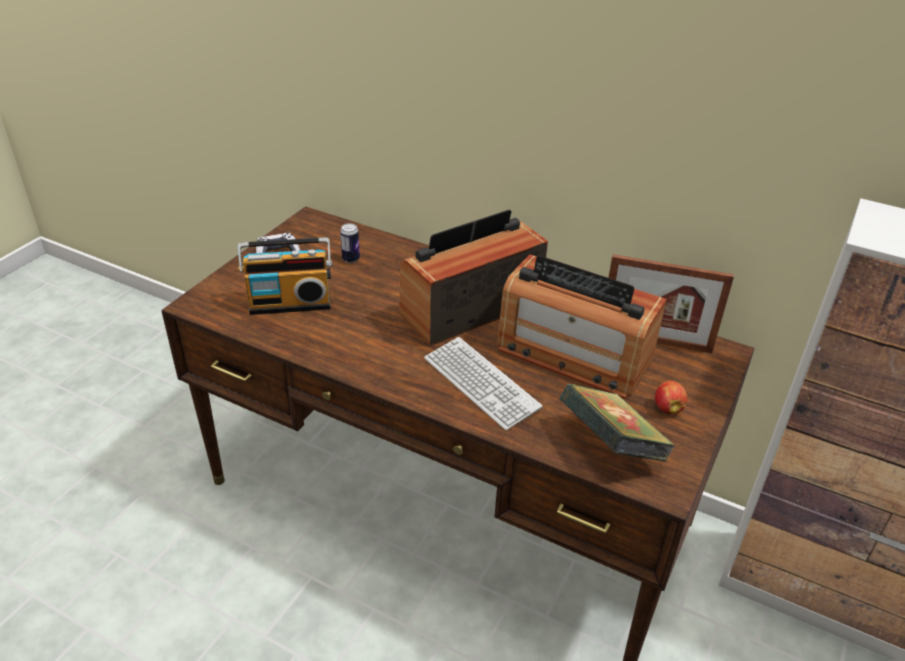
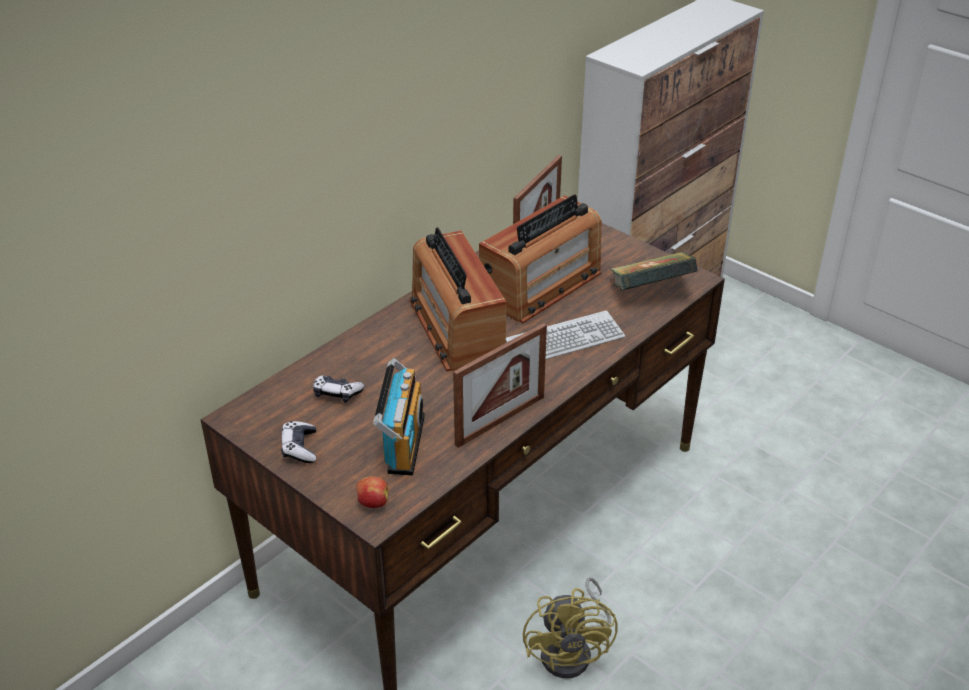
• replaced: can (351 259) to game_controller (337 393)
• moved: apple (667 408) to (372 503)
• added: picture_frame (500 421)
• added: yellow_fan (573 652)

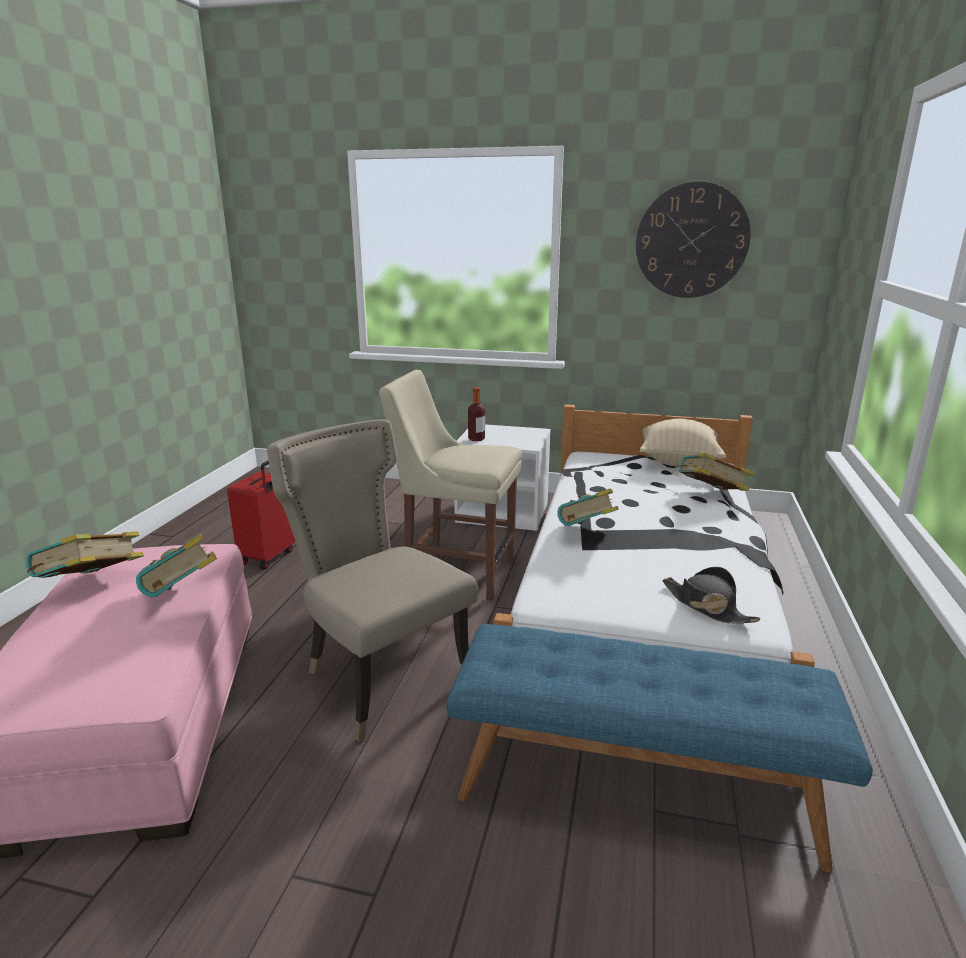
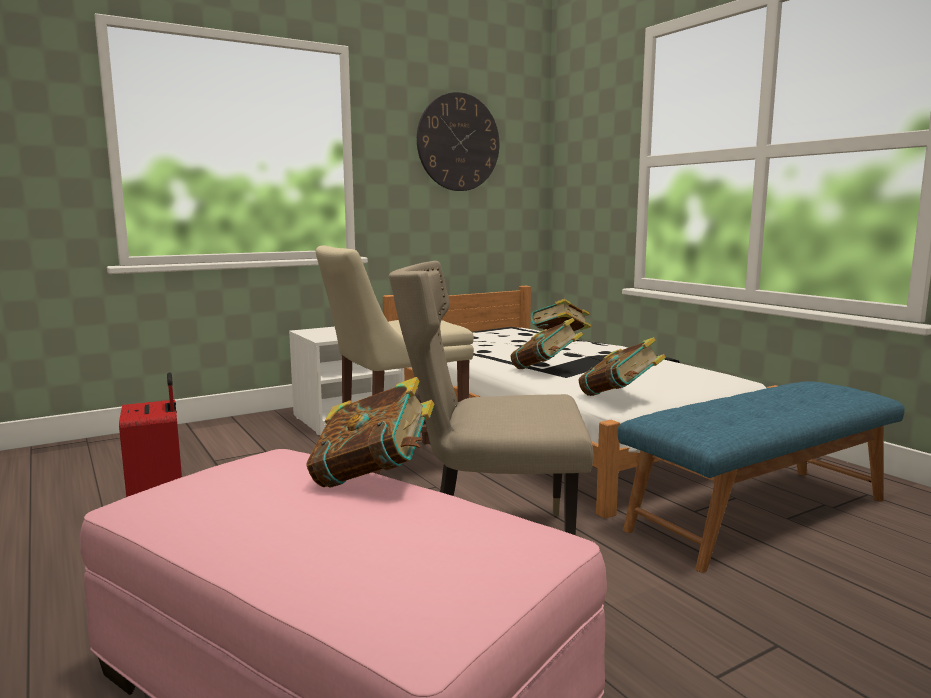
• removed: bottle (476 439)
• removed: beige_pillow (678 462)
• moved: book (92 585) to (619 398)
• removed: black_hat (706 606)

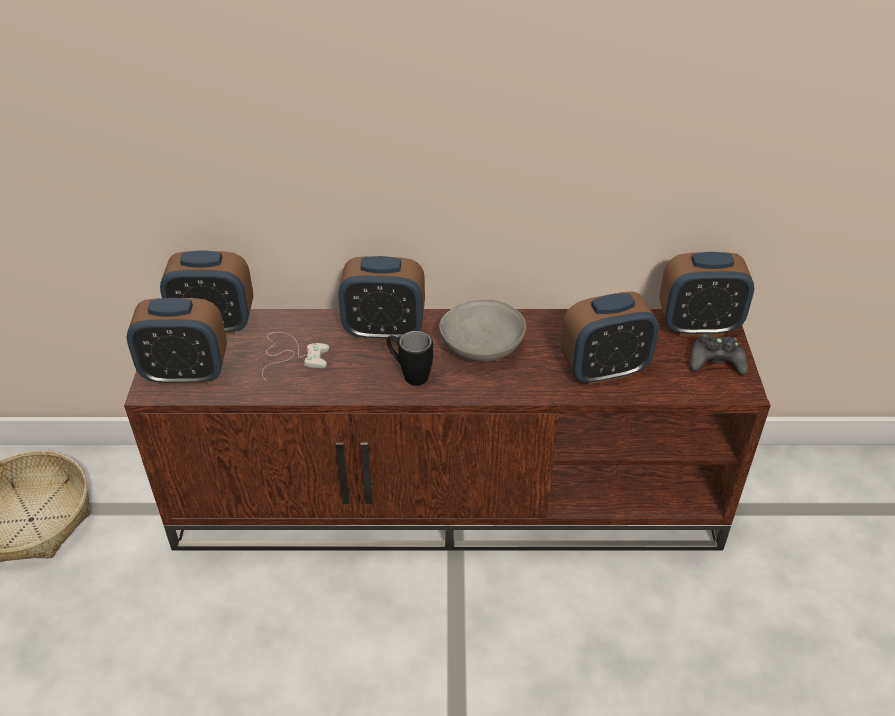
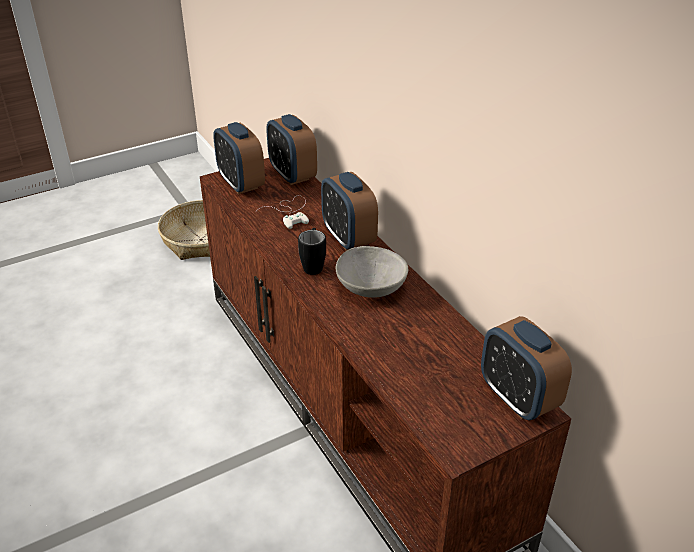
• removed: alarm_clock (604 370)
• removed: black_game_controller (716 361)

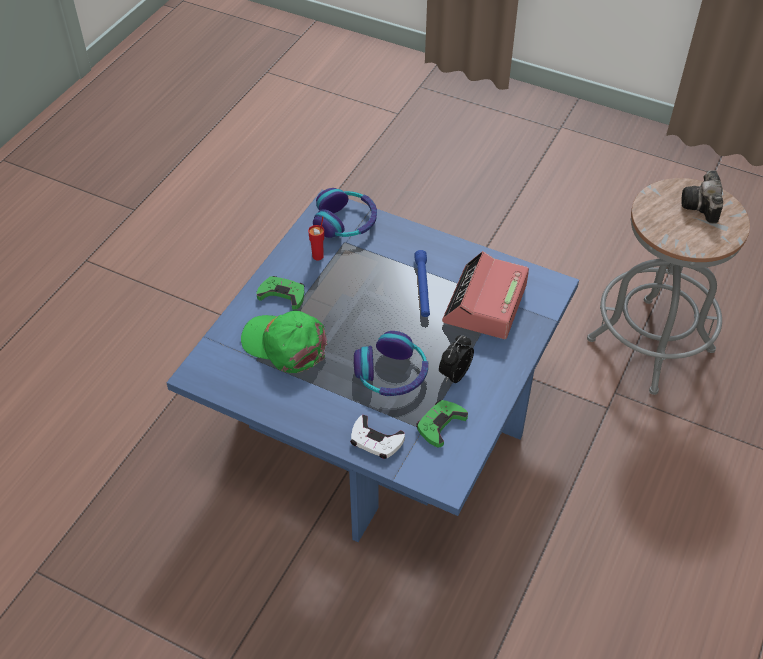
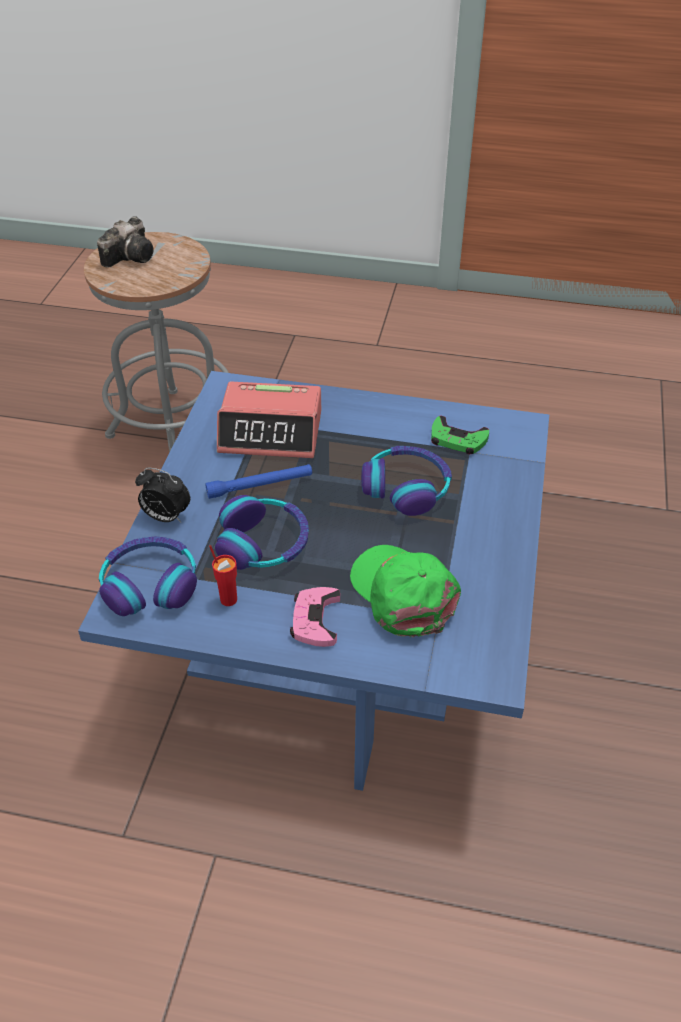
• turned: photo_camera (702 207) = (132 256) 45 degrees counterclockwise
• recoloured: green_game_controller (282 295) to pink_game_controller (315 620)
• turned: green_cap (285 345) = (403 594) 135 degrees clockwise
• moved: alarm_clock (454 374) to (166 517)
• removed: white_game_controller (375 440)
• added: headphones (263 543)

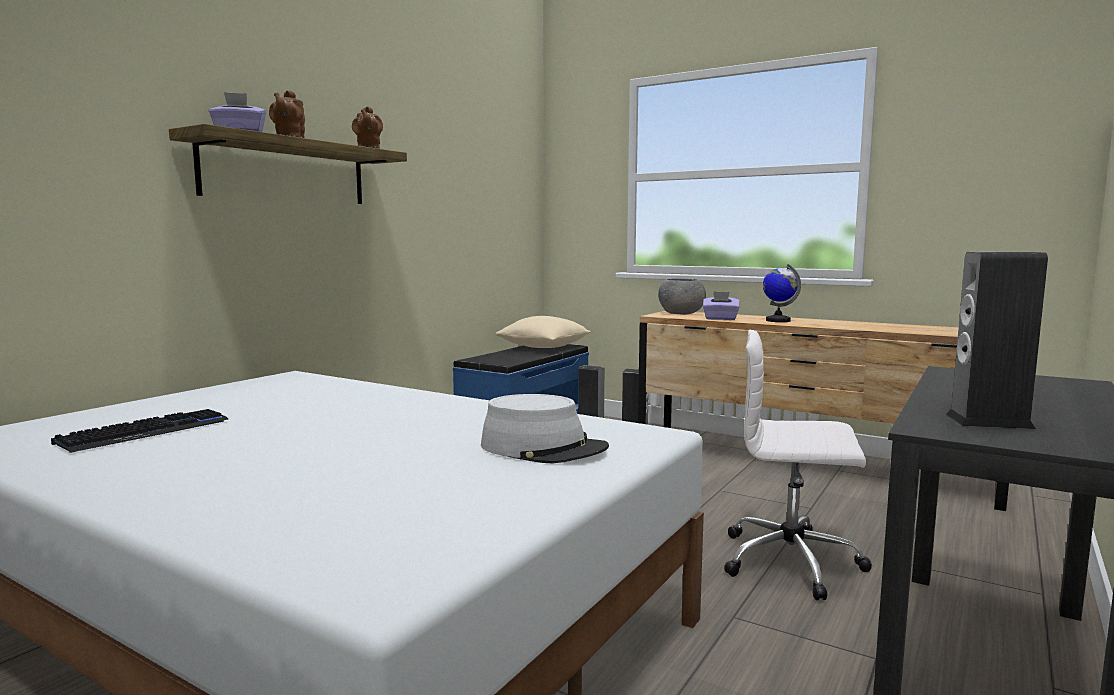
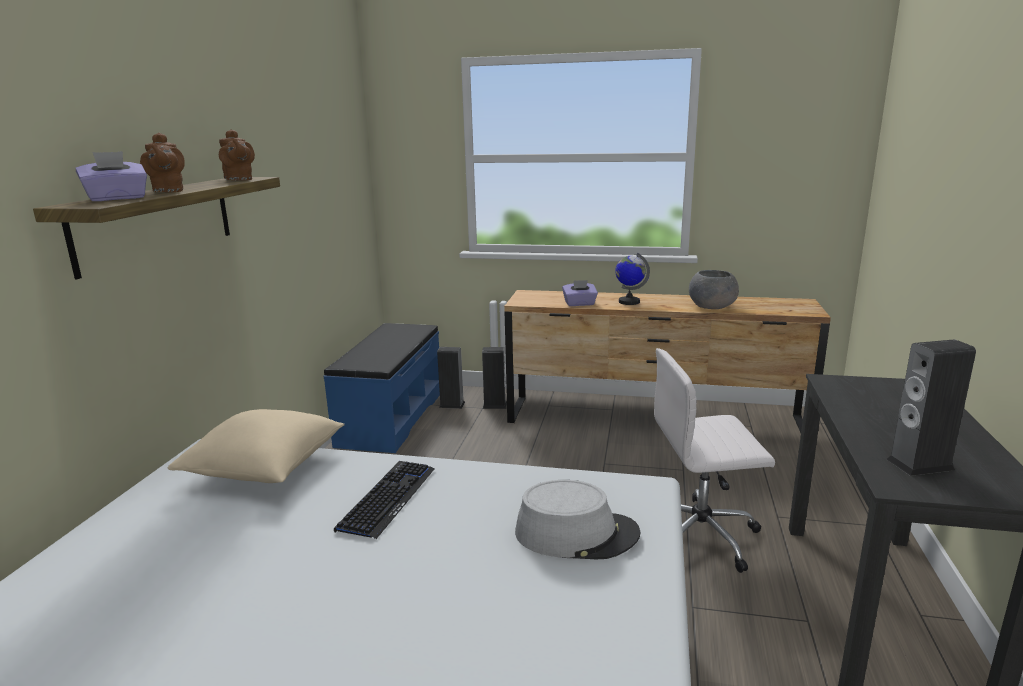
• moved: grey_bowl (681 314) to (712 307)
• moved: beige_pillow (544 348) to (266 468)
• moved: keyboard (145 432) to (388 499)

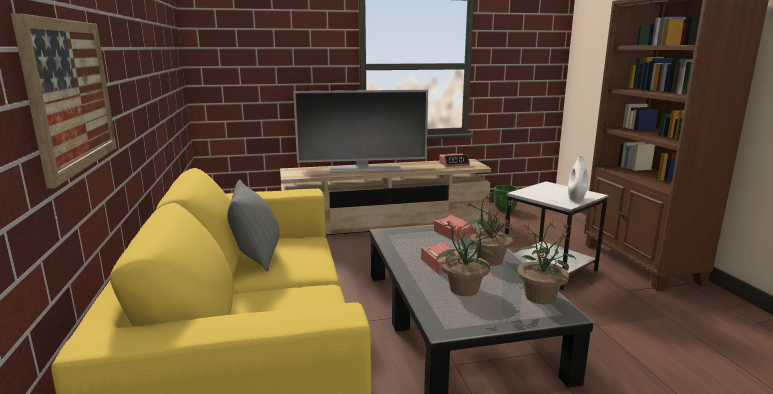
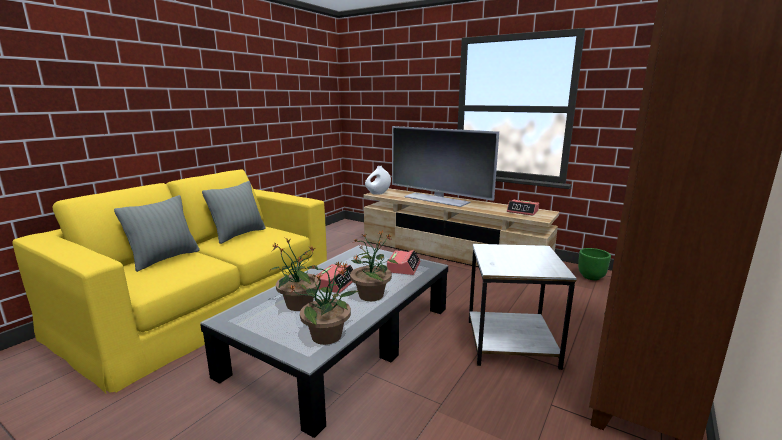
• removed: picture (71 95)
• moved: white_vase (576 199) to (378 193)
• added: grey_pillow (165 259)

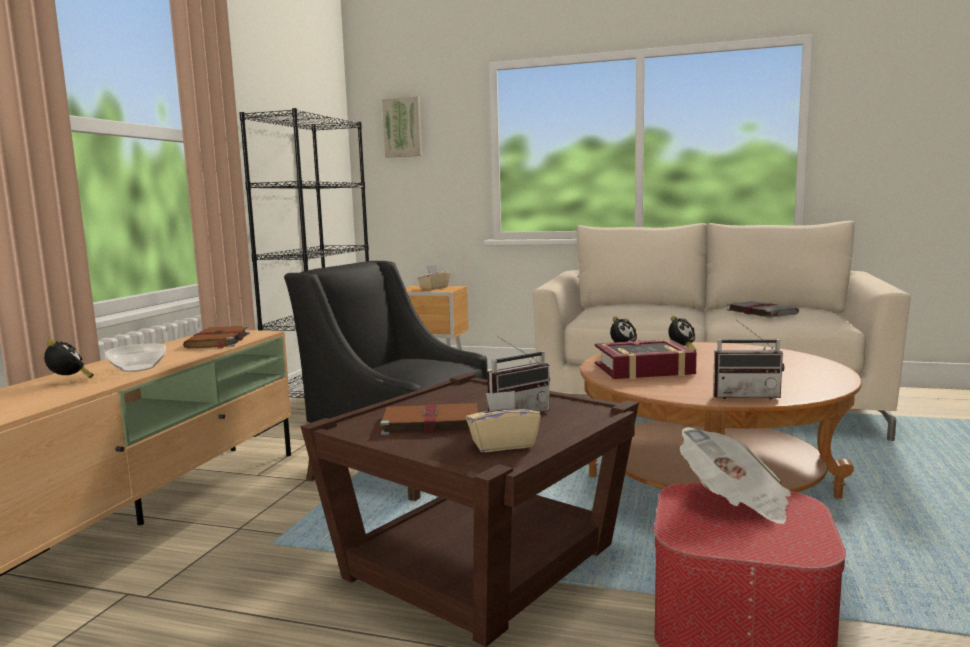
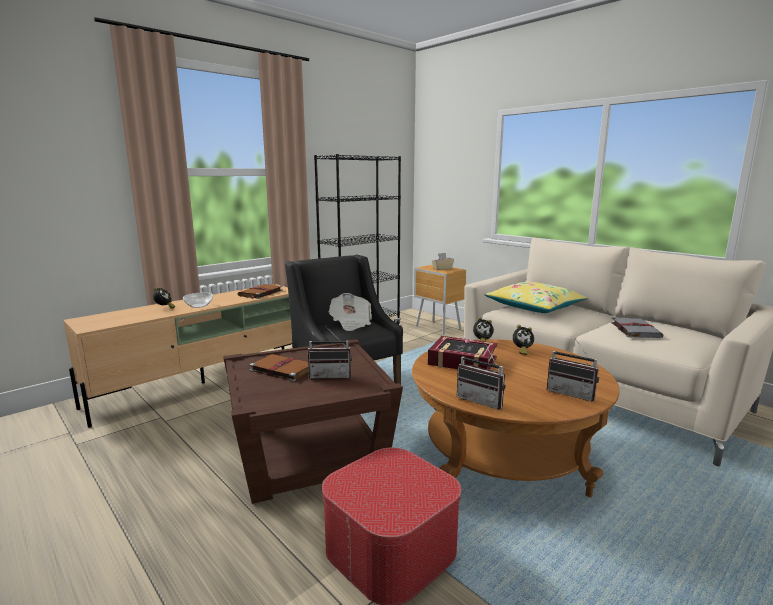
• removed: picture (403 127)
• removed: beige_tissue_box (503 445)
• moved: newspaper (735 502) to (350 323)
• added: yellow_pillow (534 307)
• added: radio (572 393)

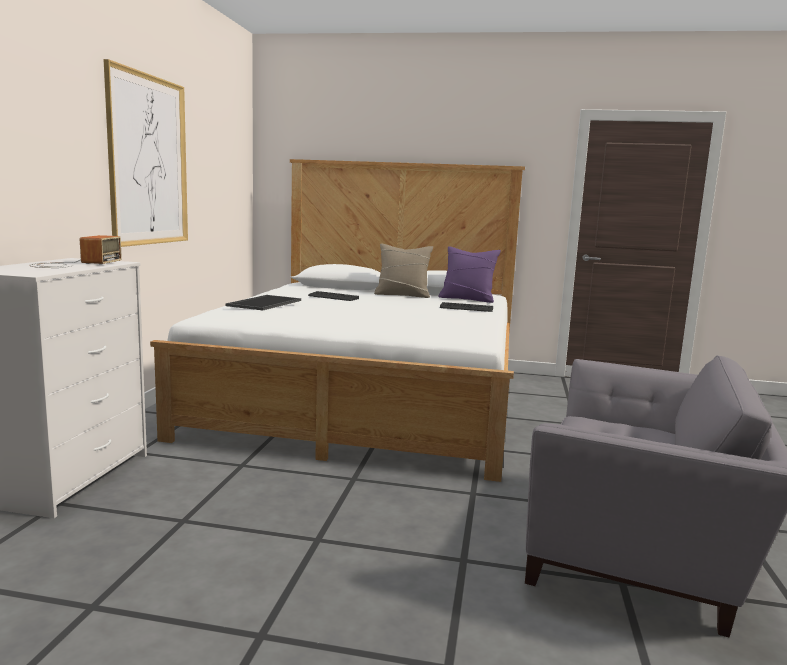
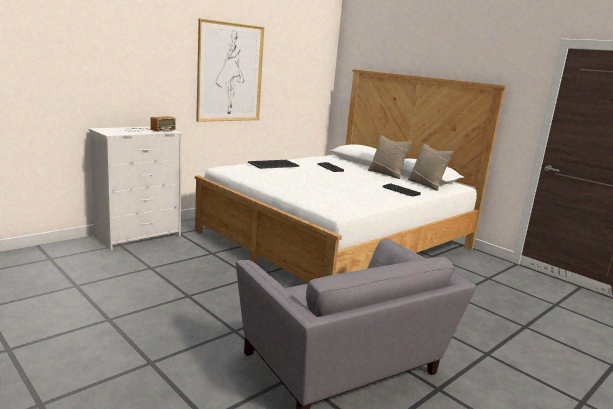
• recoloured: purple_pillow (467 299) to beige_pillow (426 185)

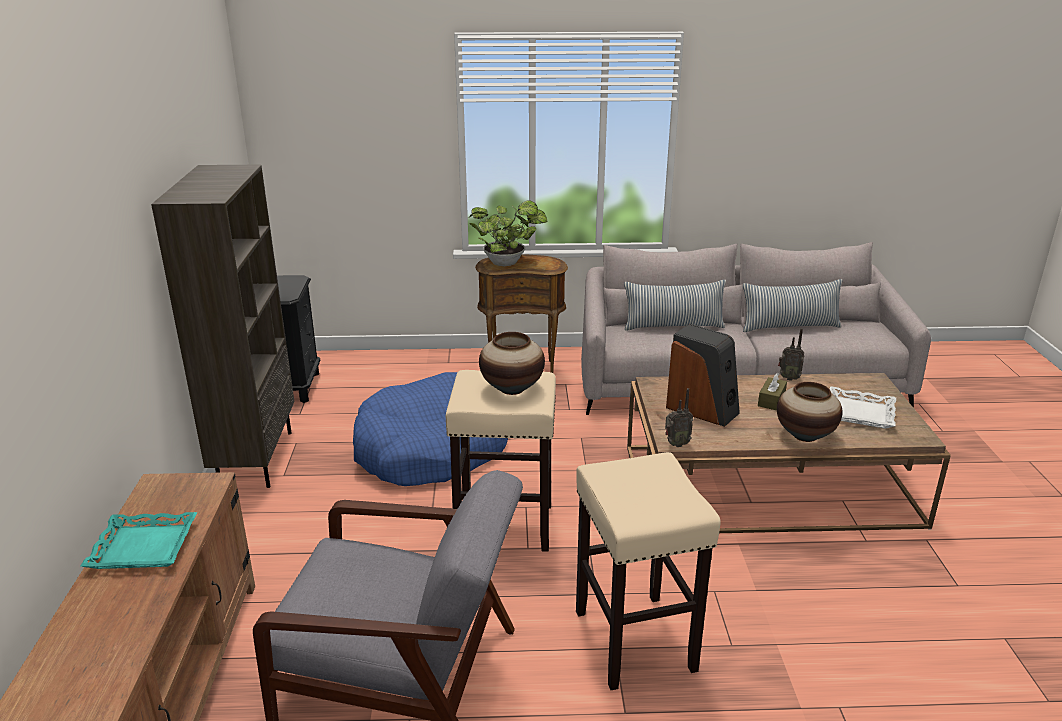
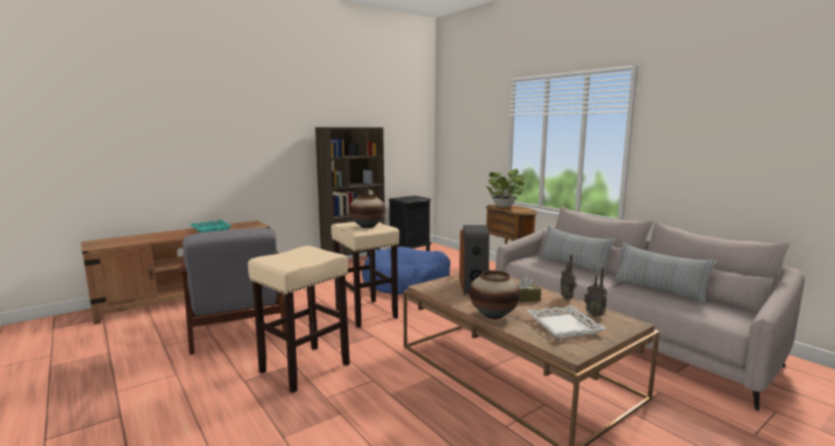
• moved: radio (676 444) to (594 314)

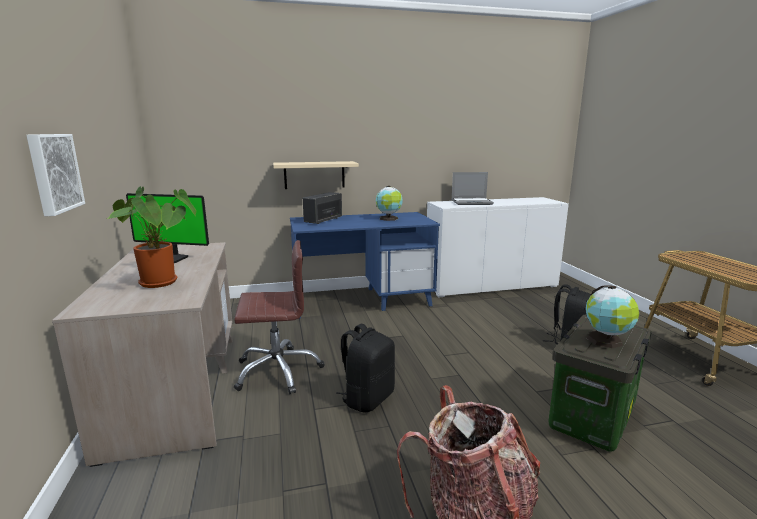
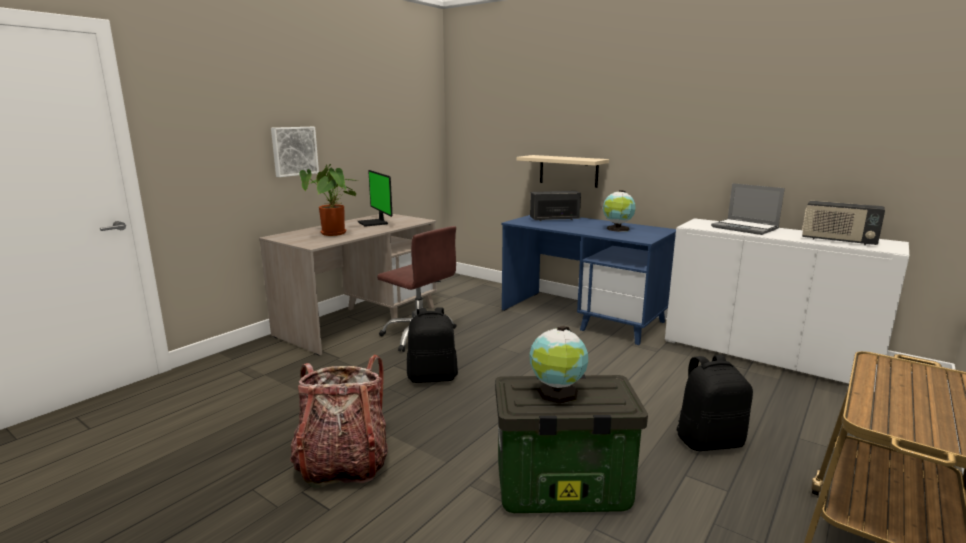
• added: radio (838 241)

